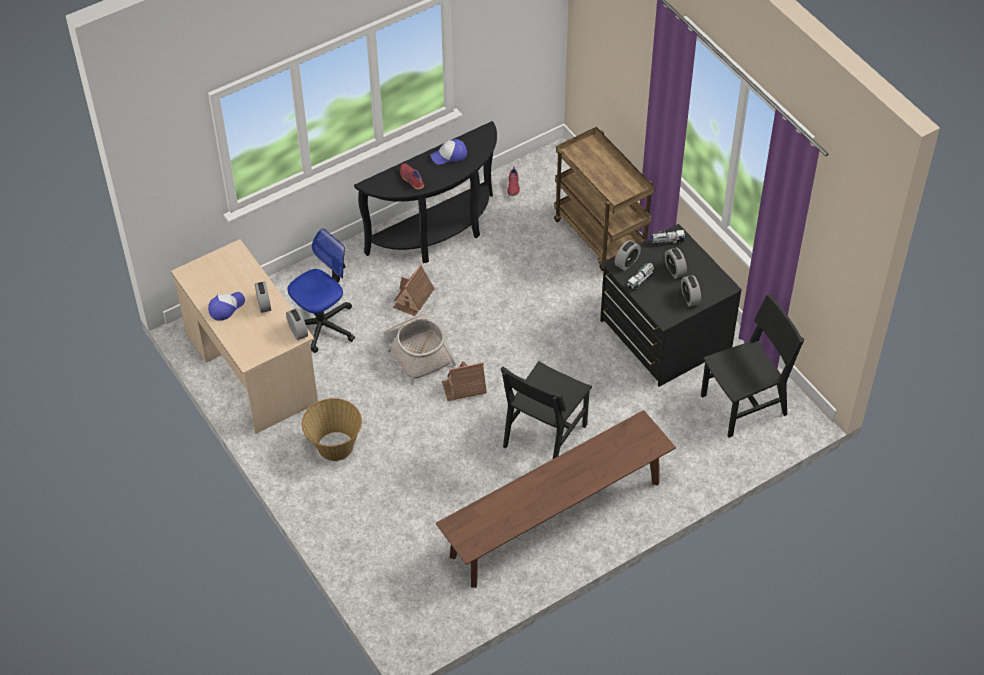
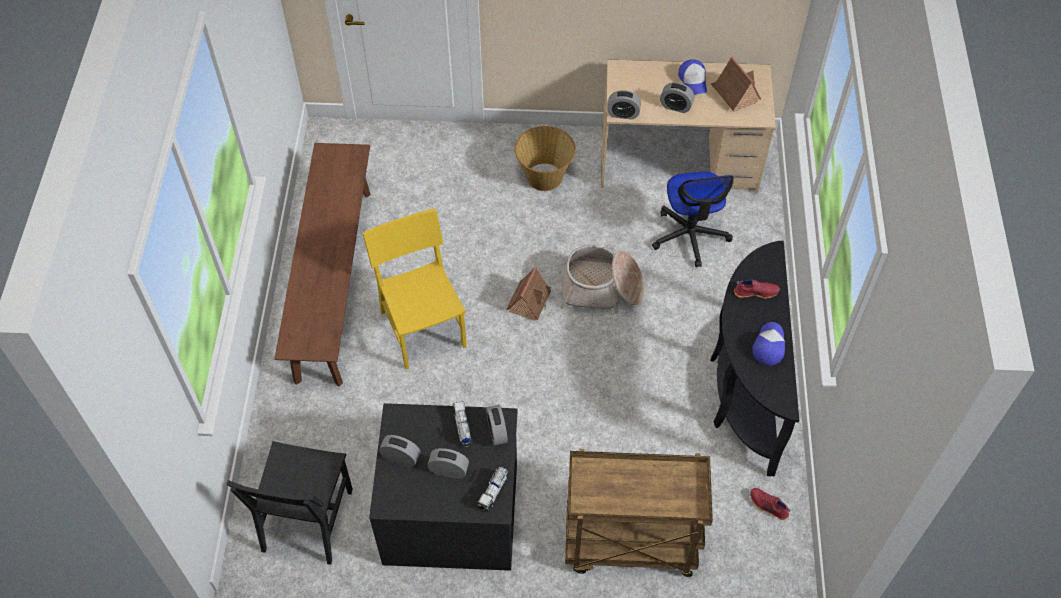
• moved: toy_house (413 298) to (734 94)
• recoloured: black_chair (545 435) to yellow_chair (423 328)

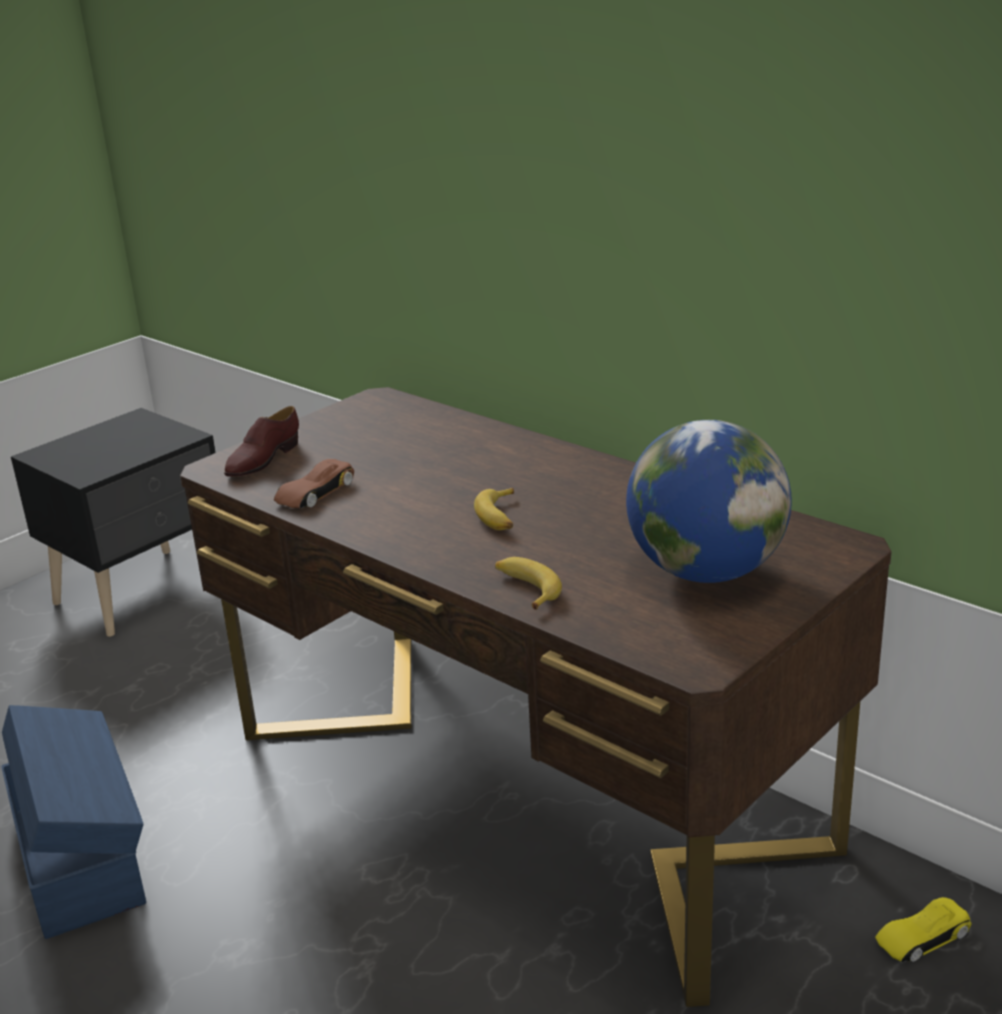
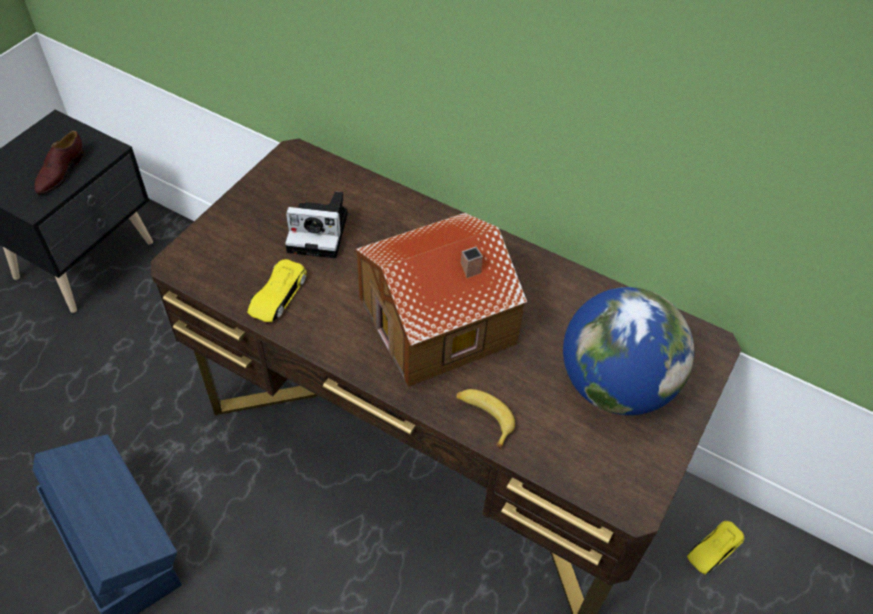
• moved: brown_shoe (262 460) to (60 172)
• recoloured: brown_toy_car (315 492) to yellow_toy_car (277 295)
• replaced: banana (500 517) to toy_house (440 322)
• added: photo_camera (321 232)

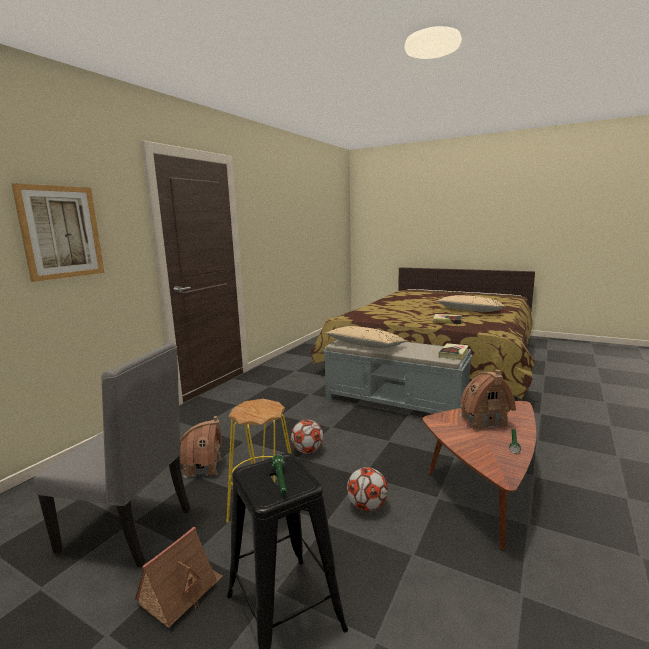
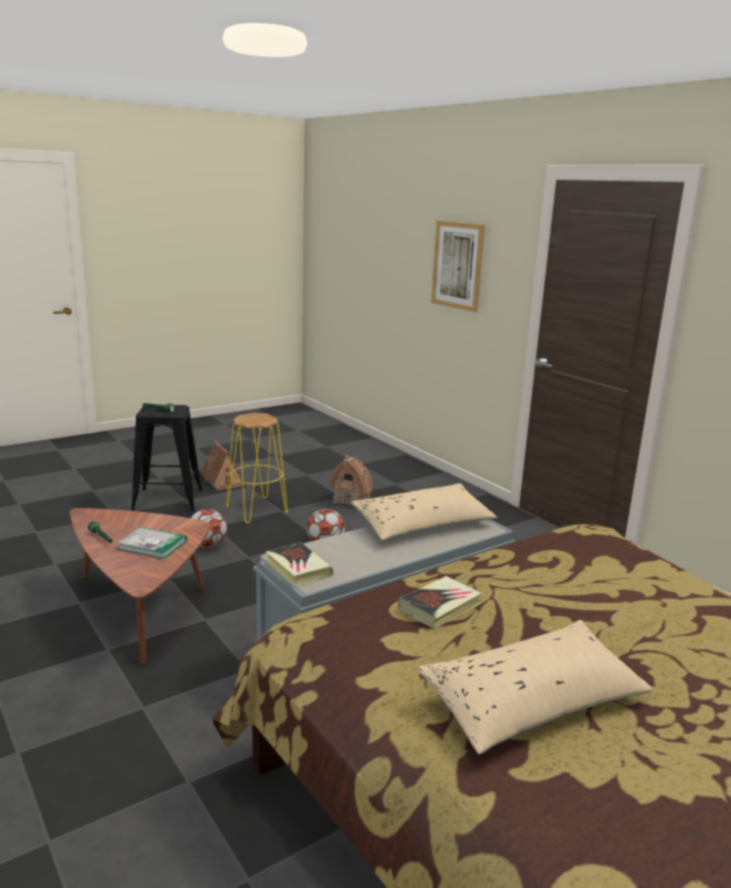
• removed: grey_chair (130 529)
• replaced: toy_house (483 421) to book (152 545)

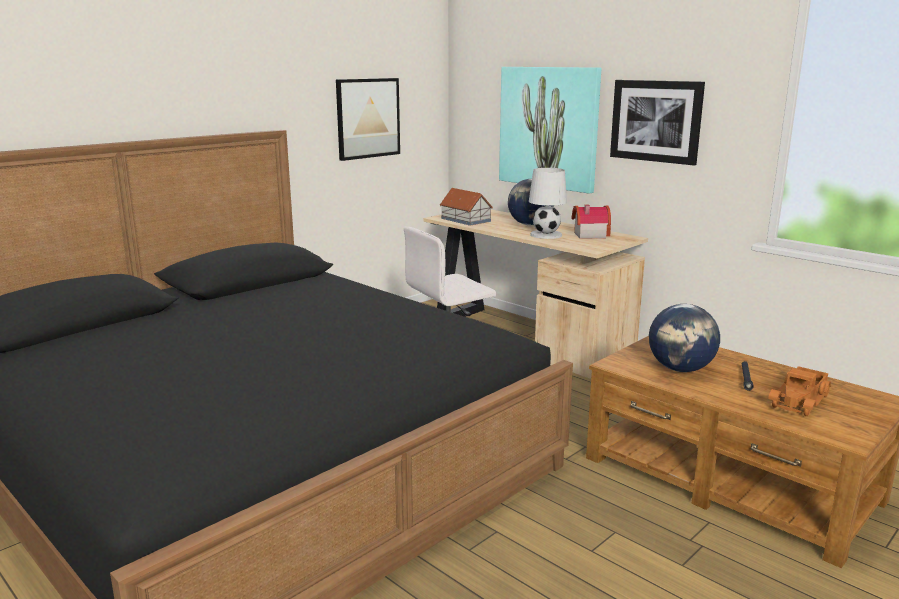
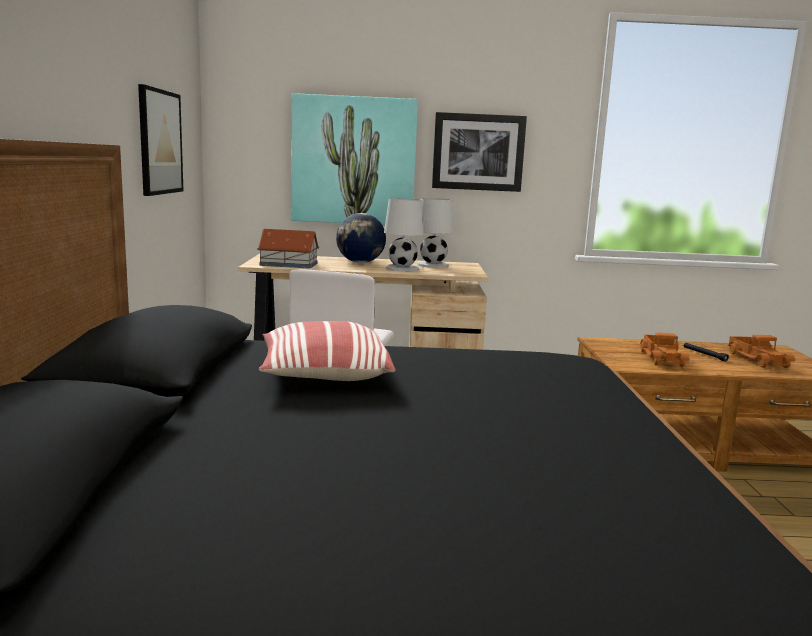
• replaced: toy_house (588 235) to white_table_lamp (432 265)
• replaced: globe (681 369) to toy_truck (663 358)
• added: pillow (323 375)

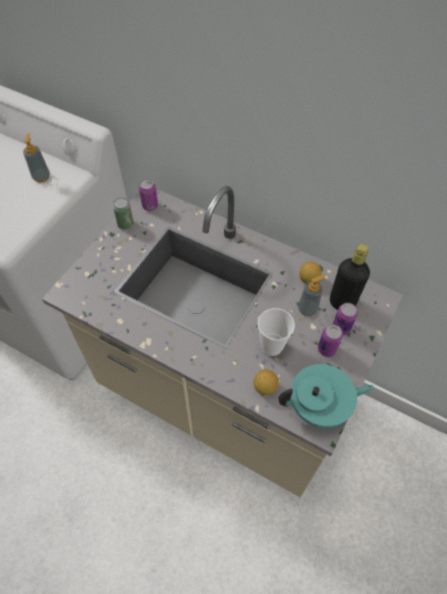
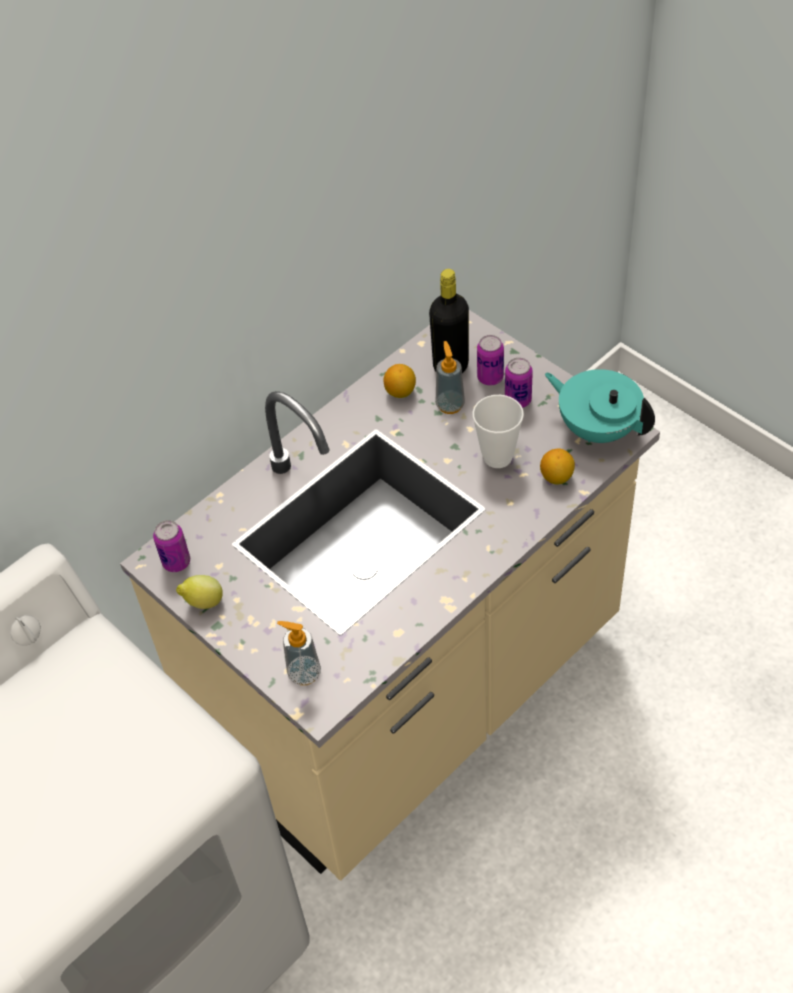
• moved: soap_dispenser (41 177) to (304 673)
• replaced: can (125 224) to lemon (203 603)
• turned: turquoise_teapot (319 407) = (597 428) 60 degrees counterclockwise

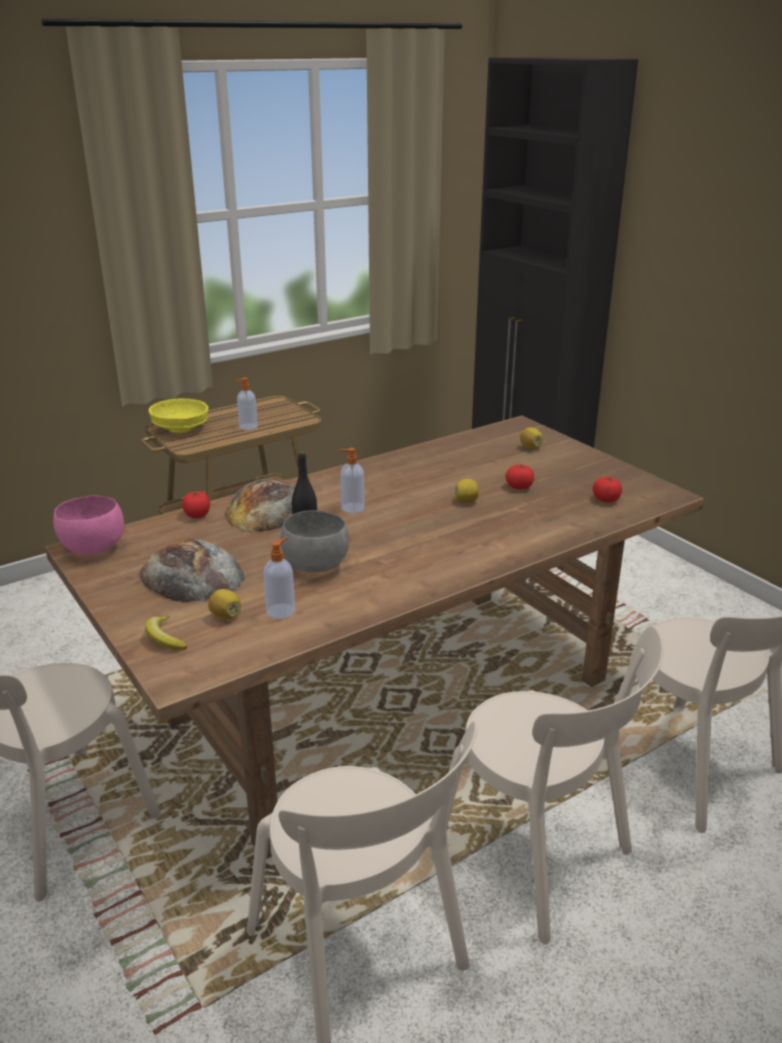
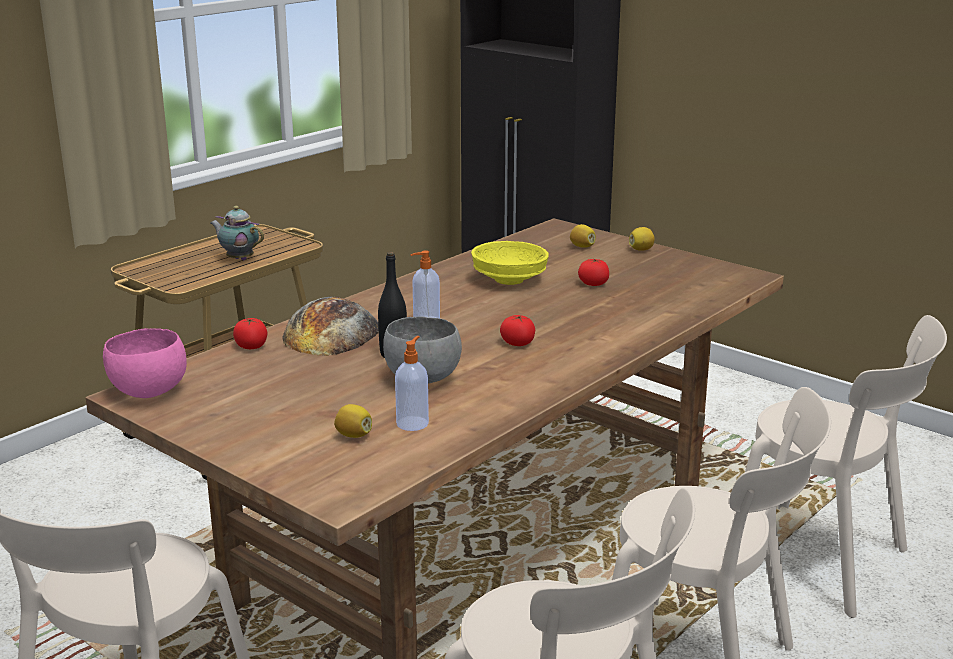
• replaced: soap_dispenser (247 427) to teapot (239 259)
• moved: yellow_bowl (180 429) to (509 280)
• moved: tomato (606 499) to (517 343)
• moved: lemon (466 501) to (641 249)
• removed: bread (192 576)
• removed: banana (164 638)

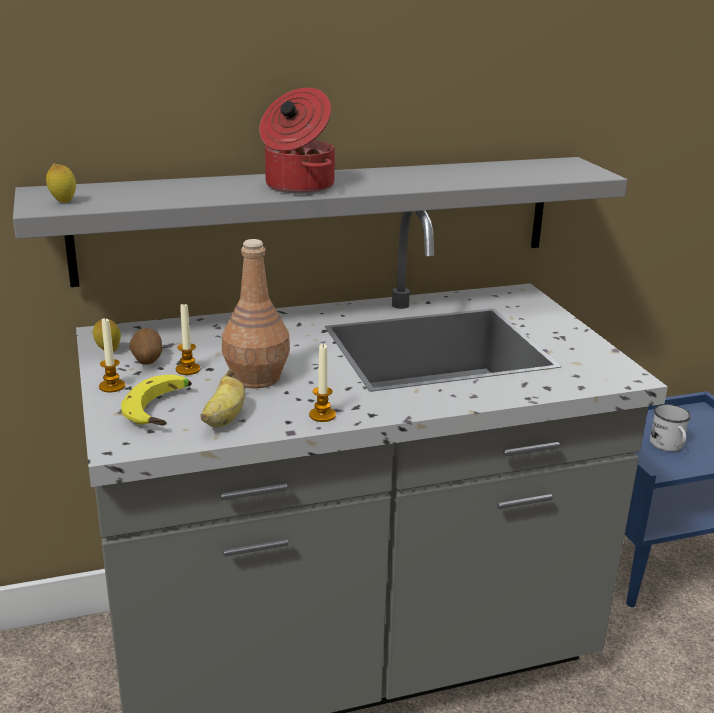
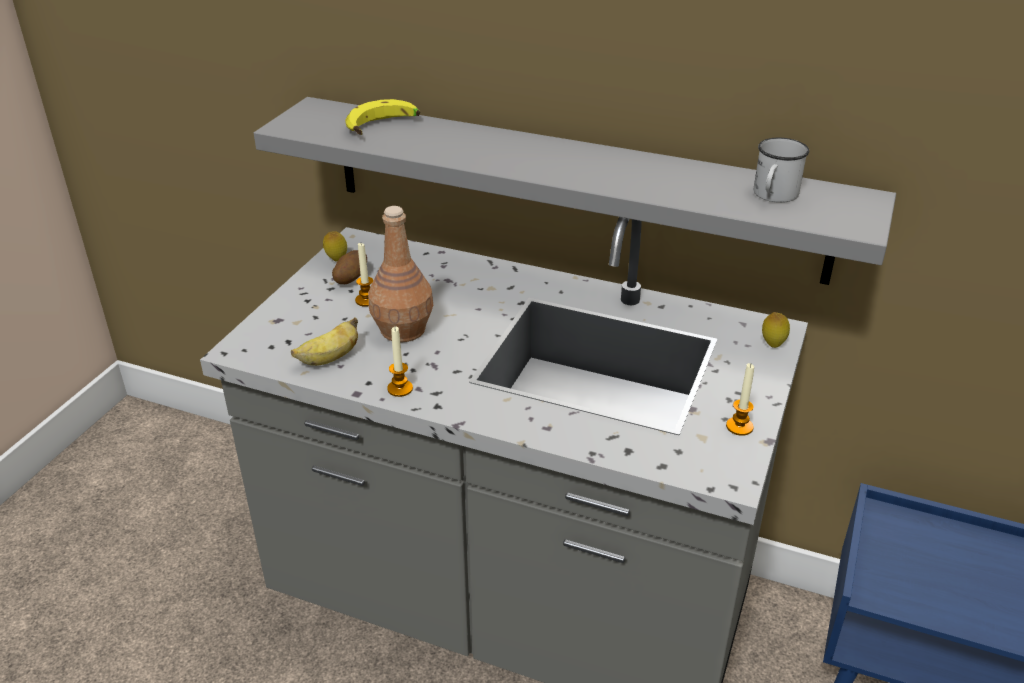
• removed: cooking_pot (297 186)
• moved: lemon (63 202) to (772 344)
• moved: candle (112 386) to (739 427)
• moved: banana (163 410) to (384 128)
• moved: white_mug (669 446) to (773 196)

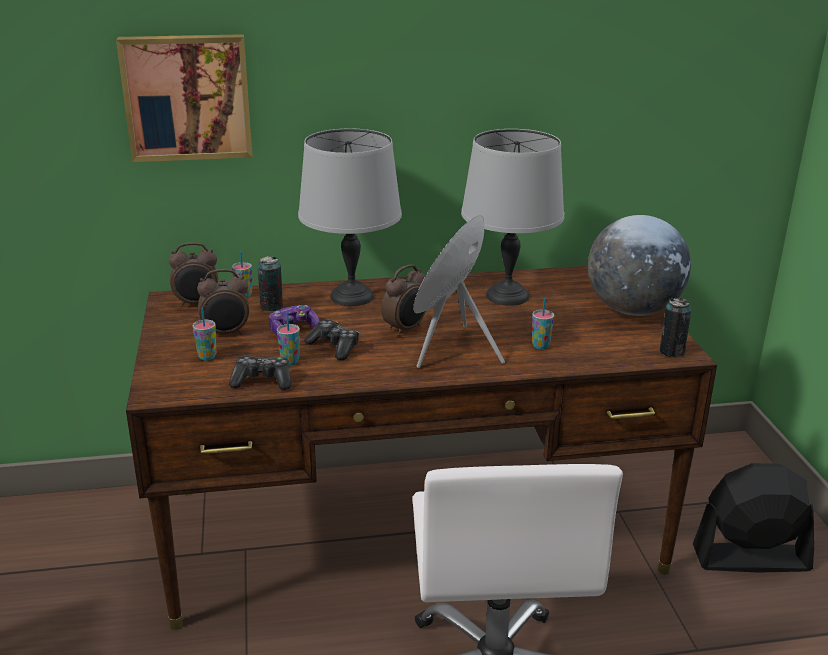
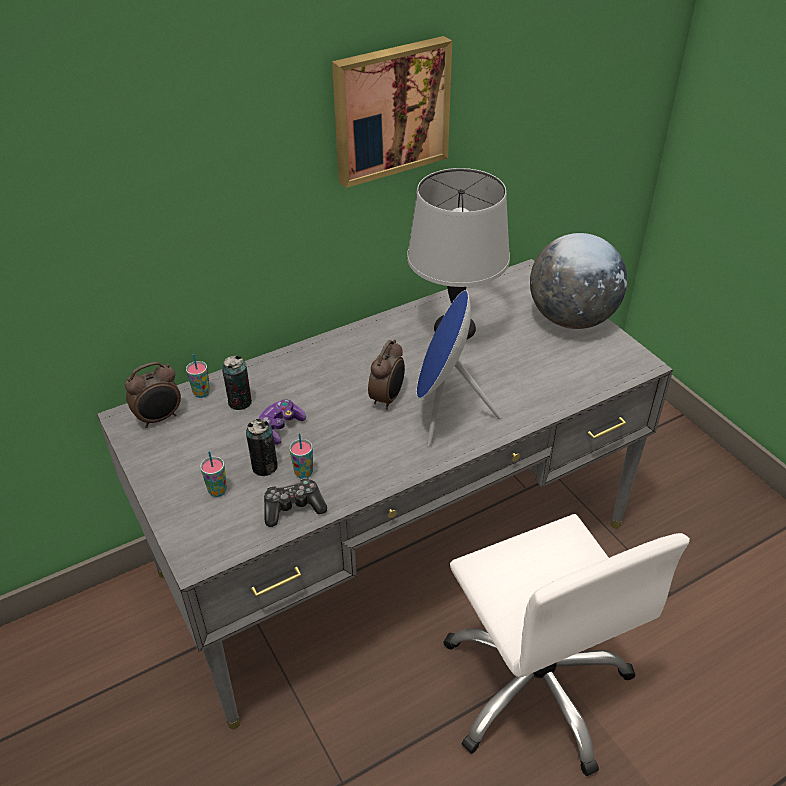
• moved: picture (187 97) to (390 110)
• removed: grey_table_lamp (353 297)
• recoloured: brown_desk (412 529) to grey_desk (394 548)
• removed: alarm_clock (226 333)
• removed: cup (540 346)
• moved: can (672 352) to (265 467)
• removed: game_controller (334 347)
• removed: black_fan (750 558)

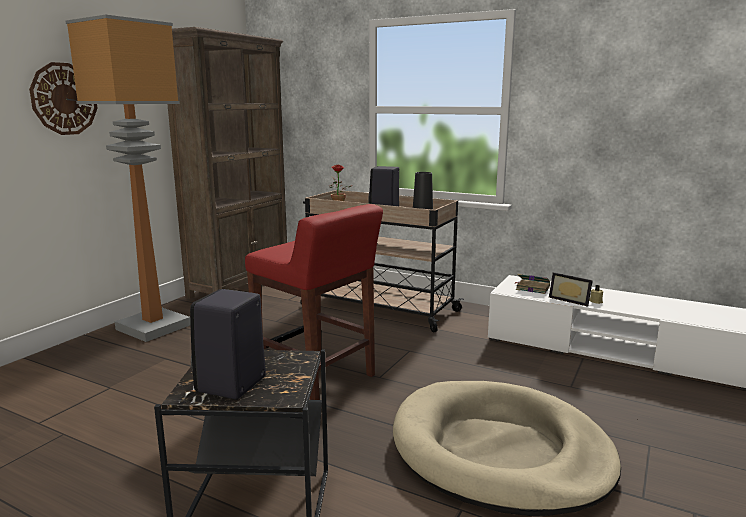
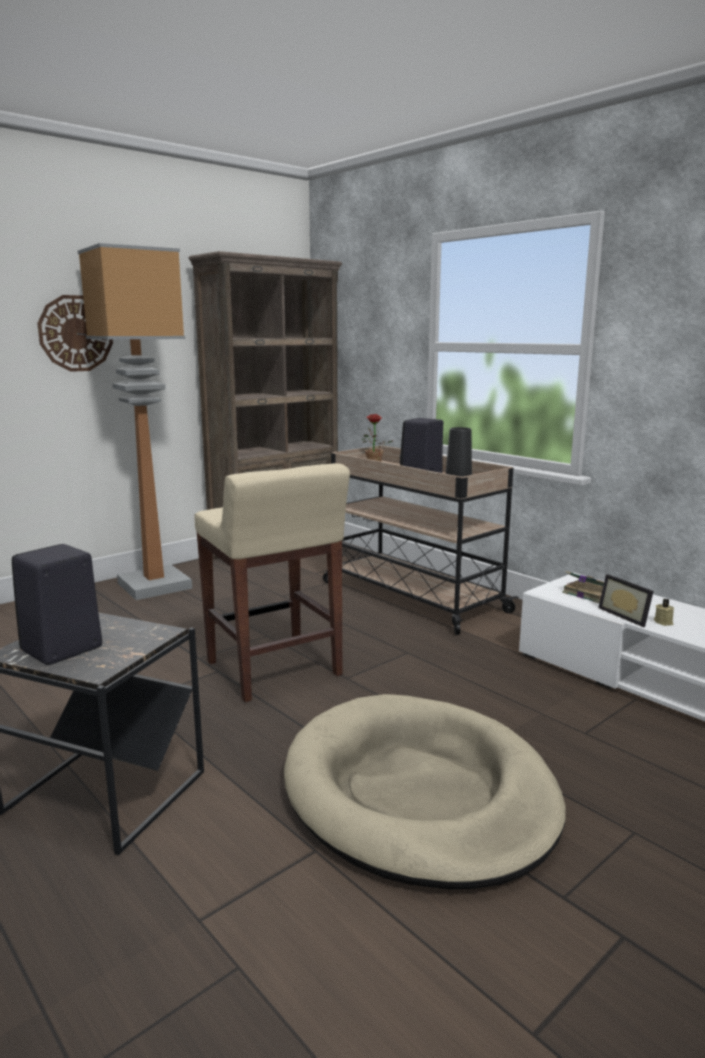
• recoloured: red_stool (317 380) to beige_stool (274 670)

